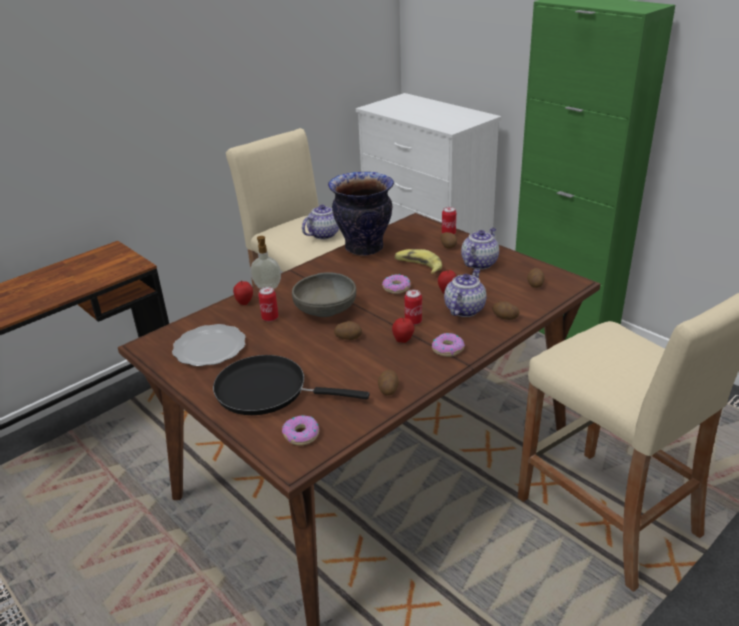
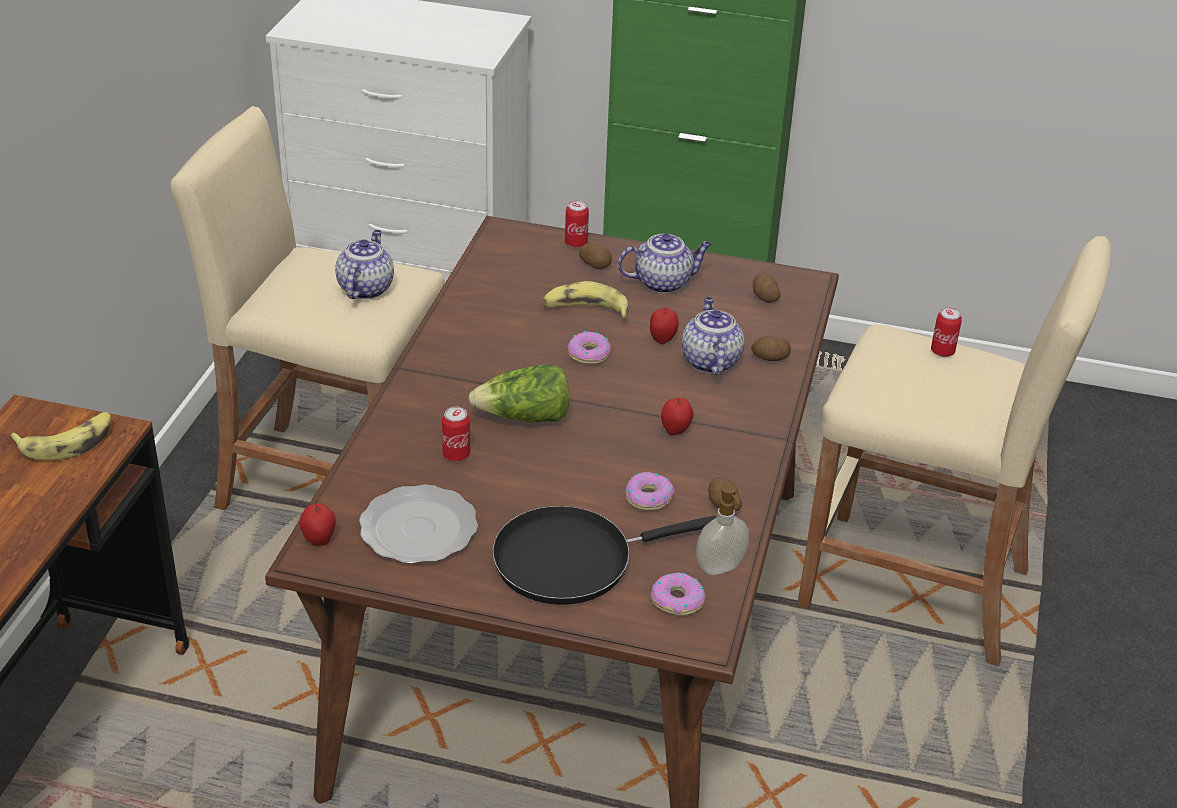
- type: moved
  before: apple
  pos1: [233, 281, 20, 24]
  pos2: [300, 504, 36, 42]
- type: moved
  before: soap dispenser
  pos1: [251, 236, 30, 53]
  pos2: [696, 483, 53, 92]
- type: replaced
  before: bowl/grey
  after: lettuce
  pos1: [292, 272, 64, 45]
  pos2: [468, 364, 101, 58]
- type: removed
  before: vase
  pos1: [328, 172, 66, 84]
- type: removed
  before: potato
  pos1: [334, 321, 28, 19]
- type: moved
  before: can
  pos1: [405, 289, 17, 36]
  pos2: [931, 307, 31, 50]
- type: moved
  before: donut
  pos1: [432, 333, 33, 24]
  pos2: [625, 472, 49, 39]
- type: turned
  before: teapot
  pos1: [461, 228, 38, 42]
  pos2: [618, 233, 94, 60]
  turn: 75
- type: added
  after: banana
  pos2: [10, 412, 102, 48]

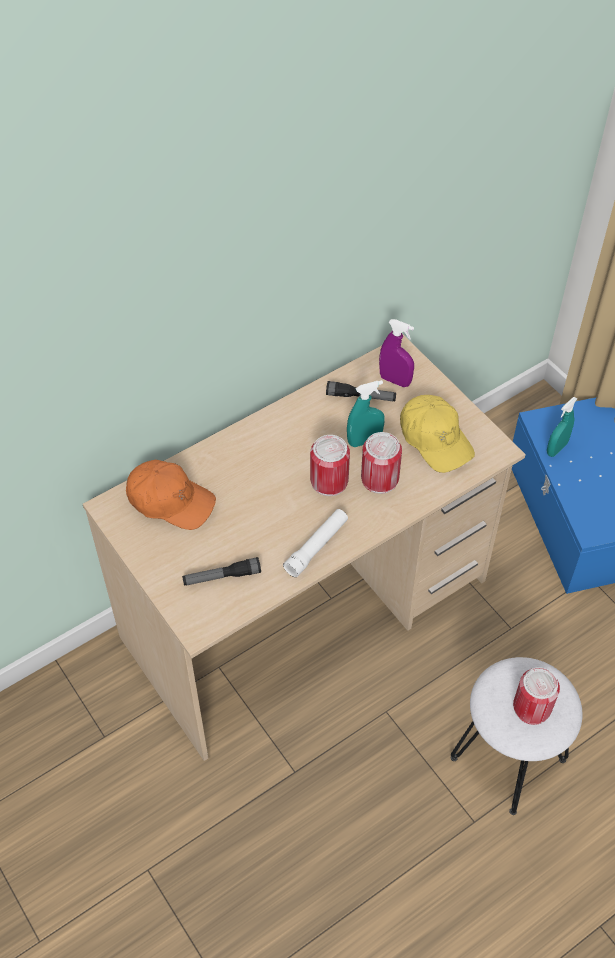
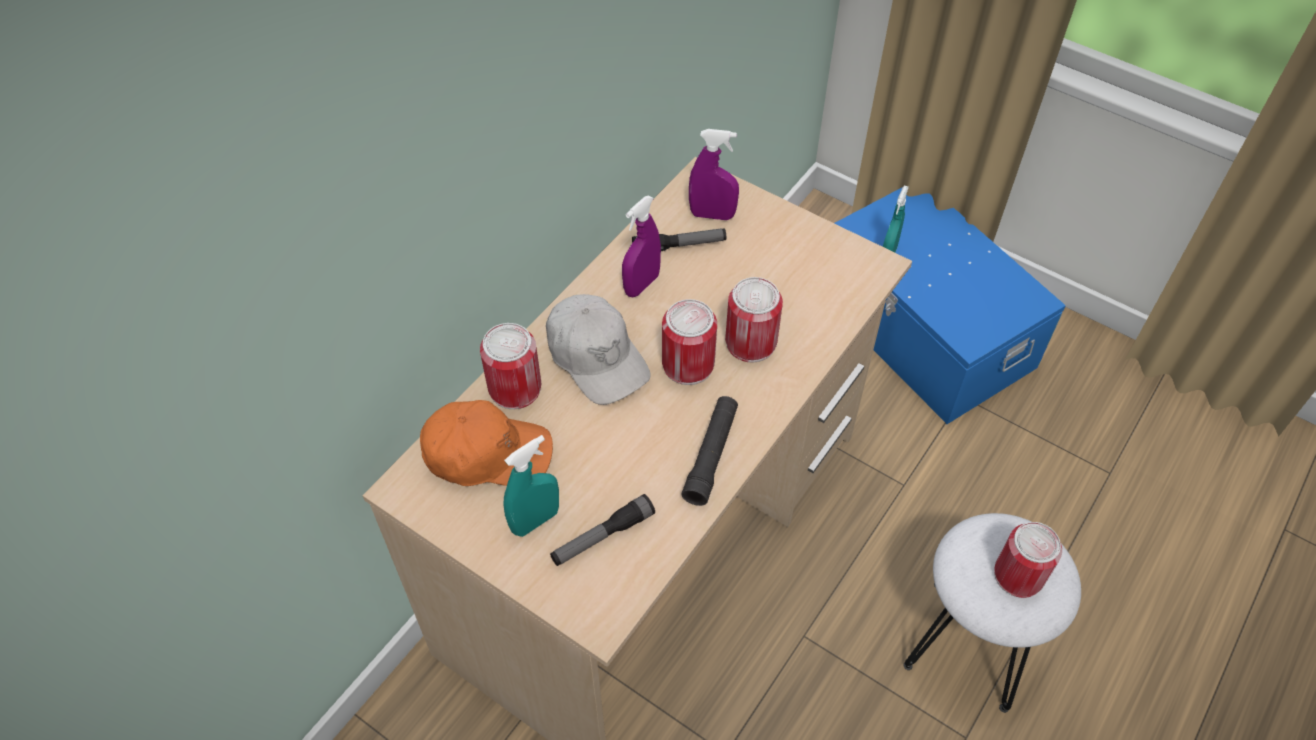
- type: recoloured
  before: flashlight/white
  after: flashlight/black
  pos1: [283, 509, 65, 68]
  pos2: [681, 396, 57, 110]
- type: moved
  before: spray bottle/turquoise
  pos1: [347, 380, 38, 67]
  pos2: [503, 435, 56, 102]
- type: removed
  before: cap/yellow
  pos1: [400, 395, 75, 78]
- type: added
  after: can
  pos2: [480, 323, 61, 86]
- type: added
  after: cap/white
  pos2: [546, 294, 105, 111]
- type: added
  after: spray bottle/purple
  pos2: [622, 195, 39, 102]

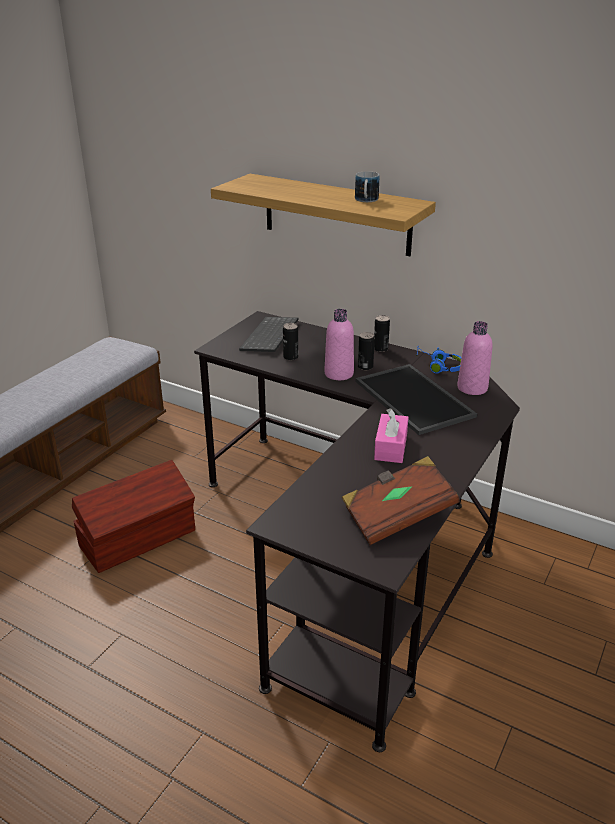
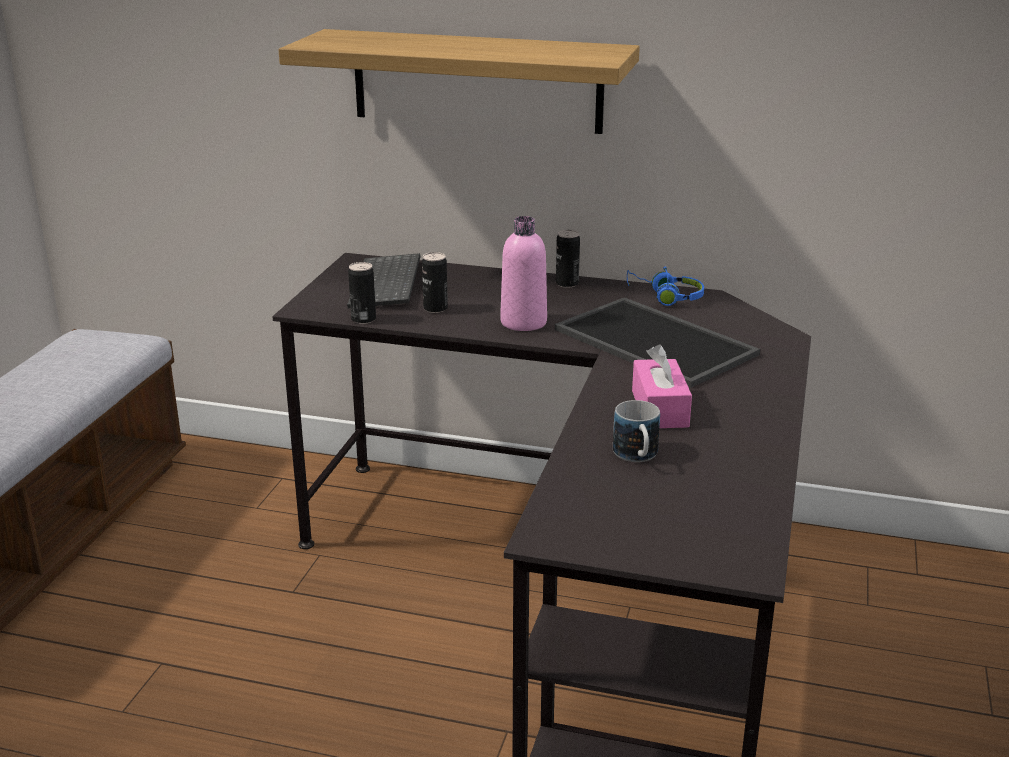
- type: removed
  before: storage box/brown
  pos1: [72, 460, 123, 113]
- type: removed
  before: book/brown
  pos1: [342, 456, 118, 89]
- type: moved
  before: mug
  pos1: [355, 171, 24, 31]
  pos2: [613, 400, 47, 62]
- type: moved
  before: can
  pos1: [358, 332, 17, 39]
  pos2: [348, 262, 28, 62]
- type: removed
  before: bottle/pink
  pos1: [457, 321, 36, 74]

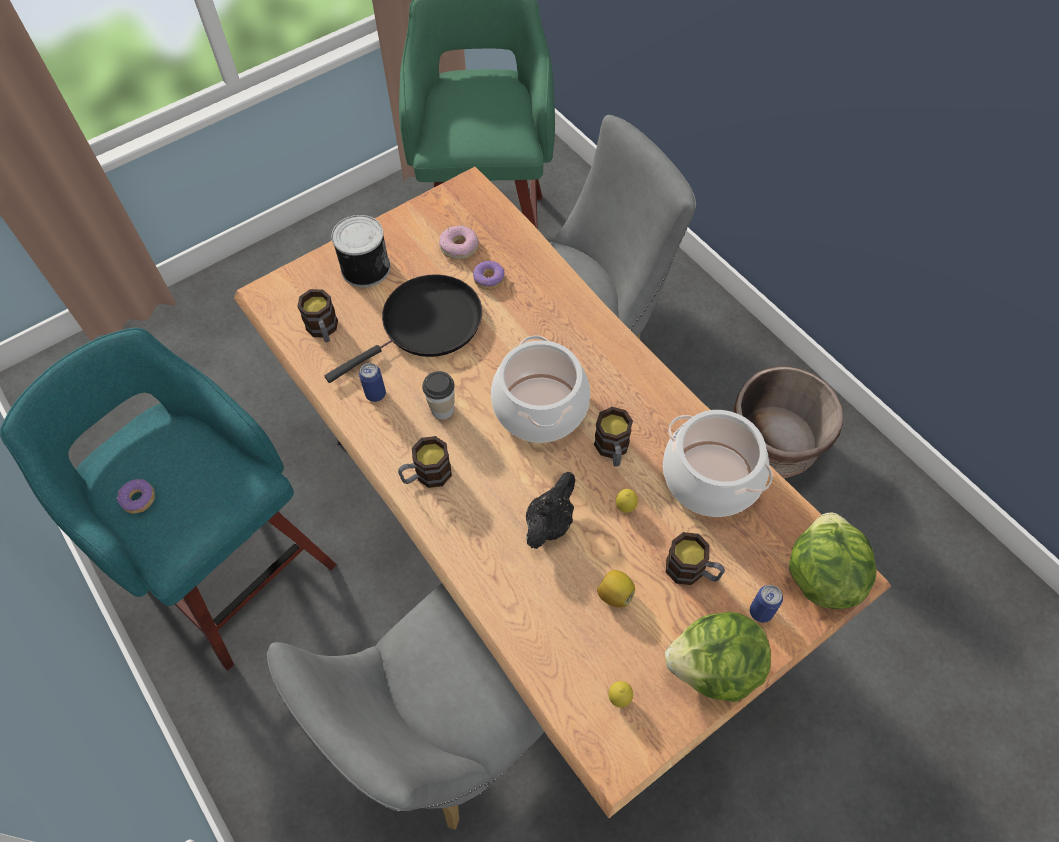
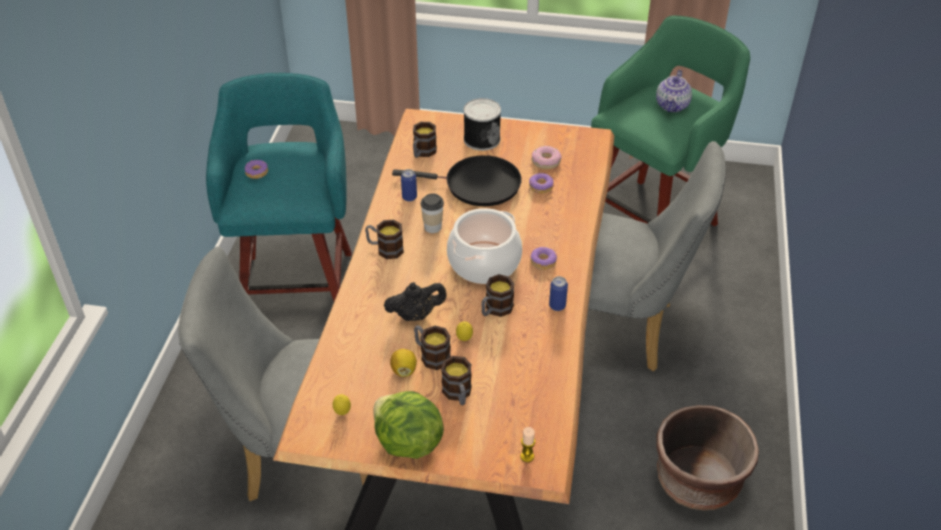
- type: removed
  before: cooking pot
  pos1: [663, 410, 110, 107]
- type: moved
  before: can
  pos1: [750, 585, 33, 38]
  pos2: [549, 276, 19, 35]
- type: replaced
  before: lettuce
  after: candle
  pos1: [789, 513, 88, 96]
  pos2: [520, 427, 16, 35]
- type: added
  after: mug
  pos2: [414, 325, 37, 45]
- type: added
  after: donut
  pos2: [530, 247, 27, 23]
- type: added
  after: teapot
  pos2: [656, 70, 36, 42]

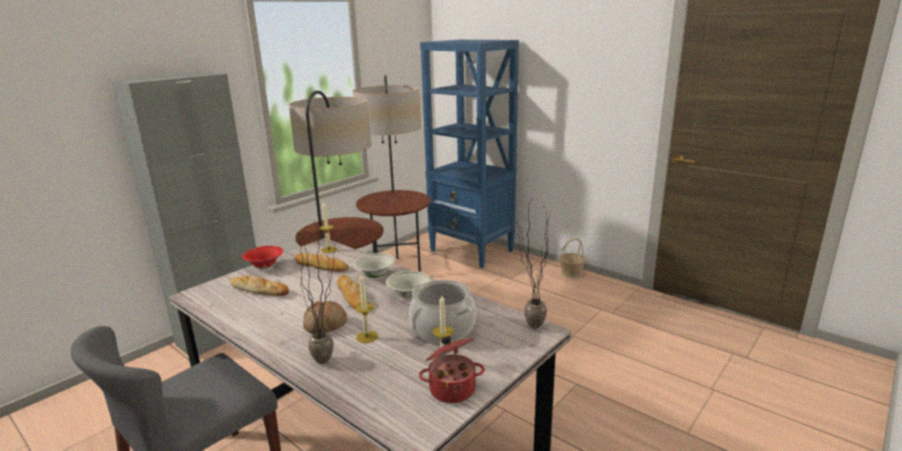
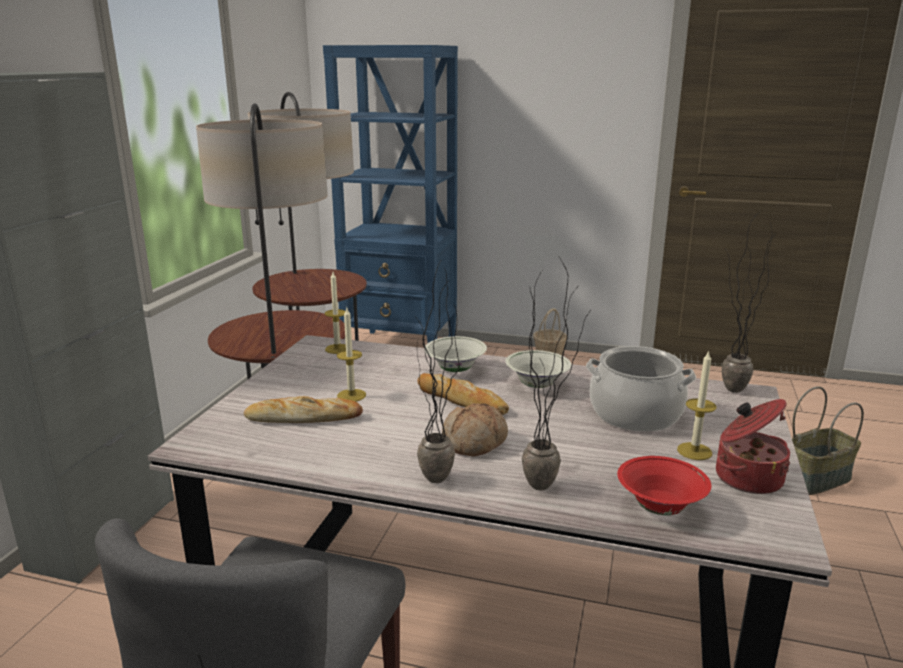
- type: moved
  before: bowl/red
  pos1: [242, 246, 41, 23]
  pos2: [617, 456, 95, 59]
- type: removed
  before: bread
  pos1: [295, 253, 54, 18]
- type: moved
  before: candle
  pos1: [355, 274, 23, 69]
  pos2: [337, 308, 29, 94]
- type: added
  after: potted plant
  pos2: [415, 259, 44, 224]
- type: added
  after: basket
  pos2: [792, 386, 72, 109]

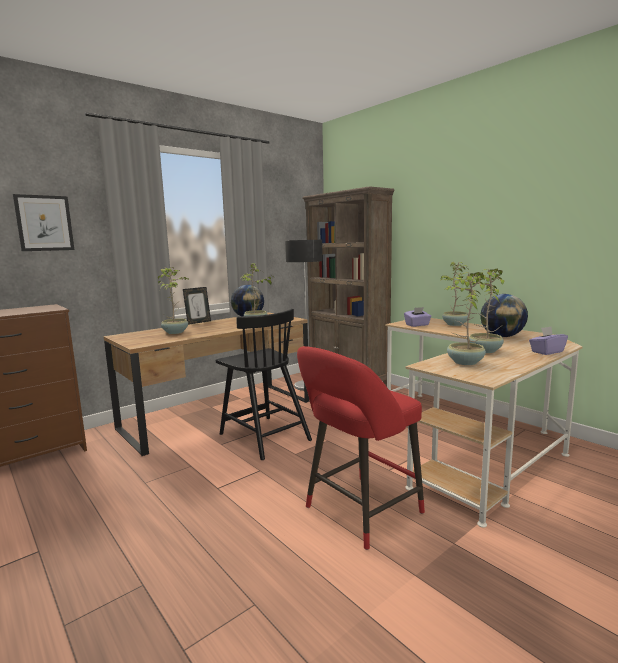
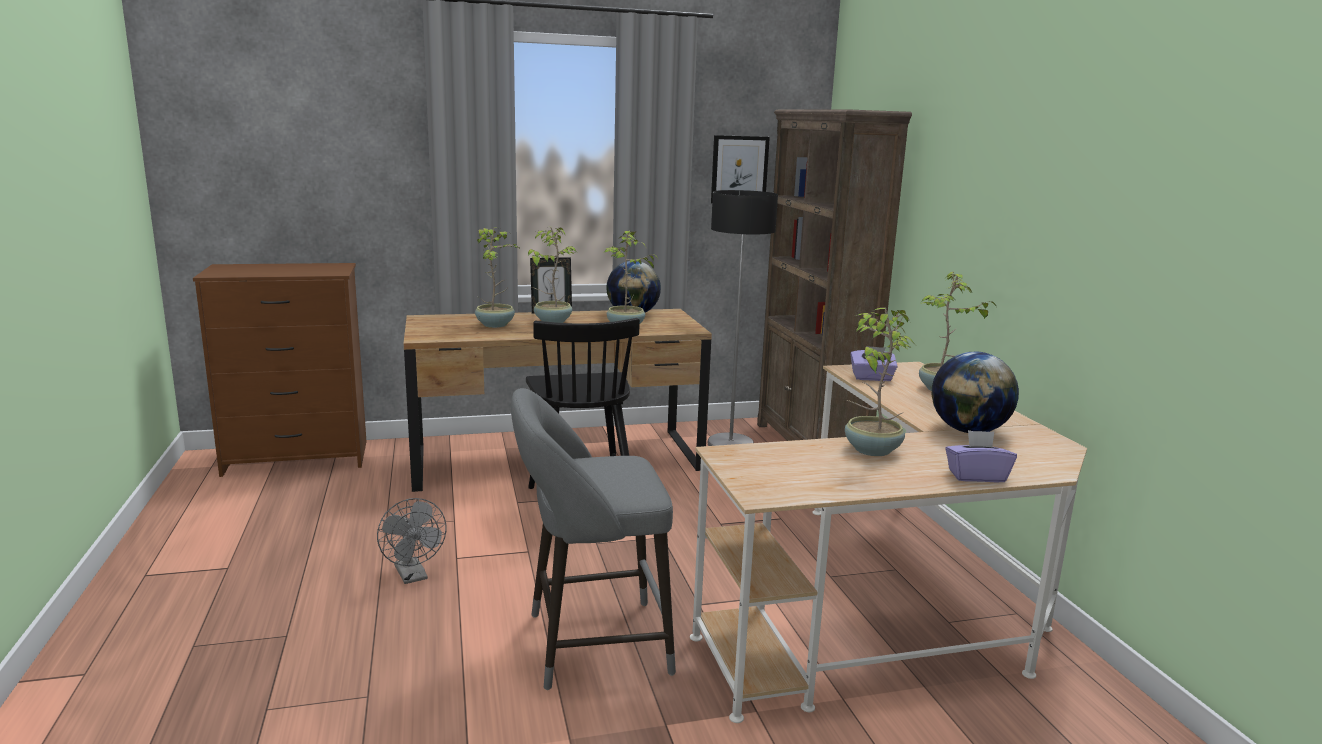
- type: moved
  before: picture
  pos1: [13, 194, 61, 57]
  pos2: [711, 135, 59, 68]
- type: recoloured
  before: stool/red
  after: stool/grey
  pos1: [297, 346, 128, 204]
  pos2: [511, 388, 165, 302]
- type: moved
  before: potted plant
  pos1: [444, 272, 42, 93]
  pos2: [528, 227, 48, 96]
- type: added
  after: fan/grey
  pos2: [377, 498, 70, 86]

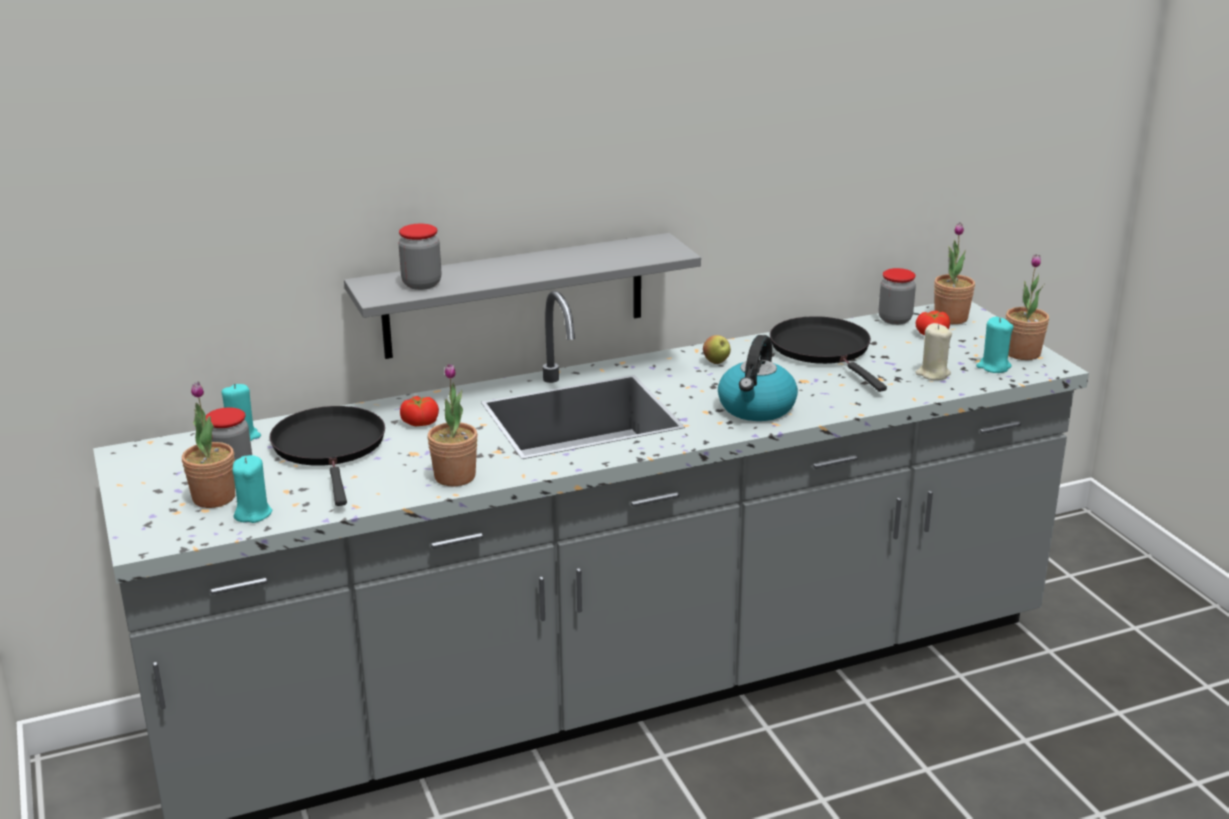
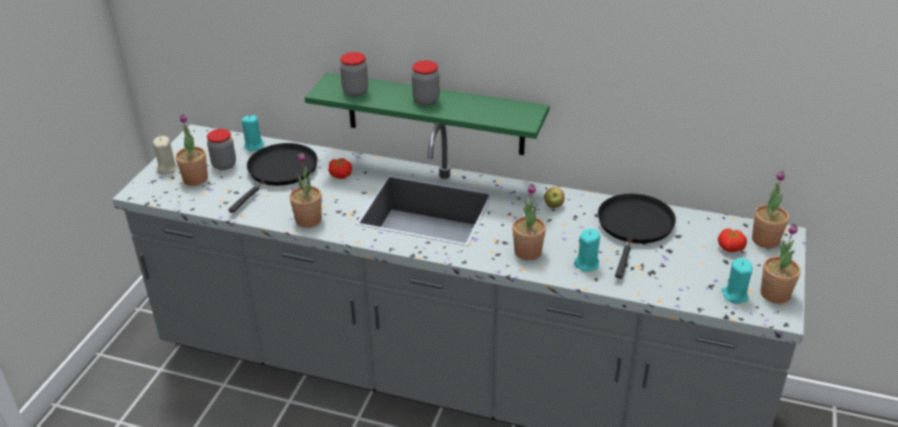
- type: moved
  before: candle/turquoise
  pos1: [233, 455, 39, 68]
  pos2: [574, 228, 26, 44]
- type: recoloured
  before: shelf/grey
  after: shelf/green
  pos1: [344, 233, 357, 126]
  pos2: [305, 73, 244, 82]
- type: replaced
  before: kettle
  after: potted plant
  pos1: [718, 335, 80, 86]
  pos2: [512, 183, 34, 77]
- type: moved
  before: jar
  pos1: [879, 268, 37, 57]
  pos2: [412, 60, 28, 45]
- type: moved
  before: candle/beige
  pos1: [915, 323, 37, 57]
  pos2: [153, 136, 25, 38]

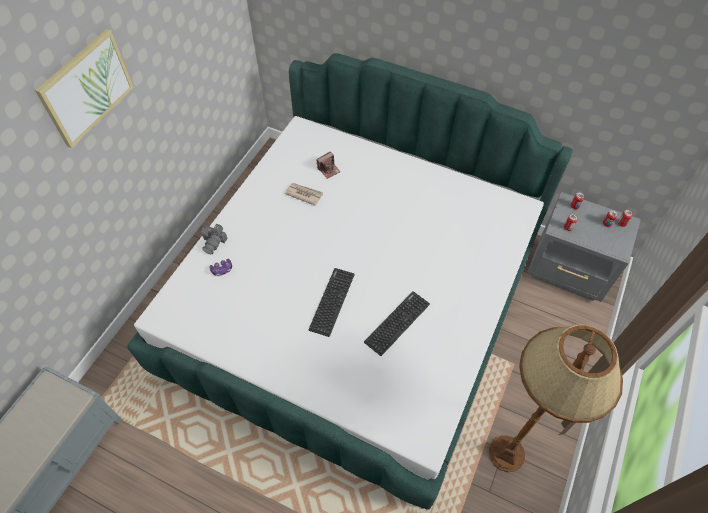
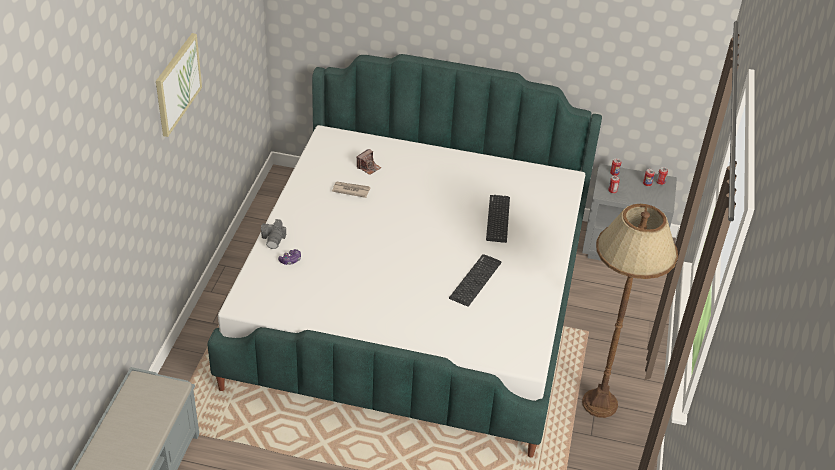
- type: moved
  before: keyboard
  pos1: [308, 268, 47, 69]
  pos2: [486, 195, 24, 48]

